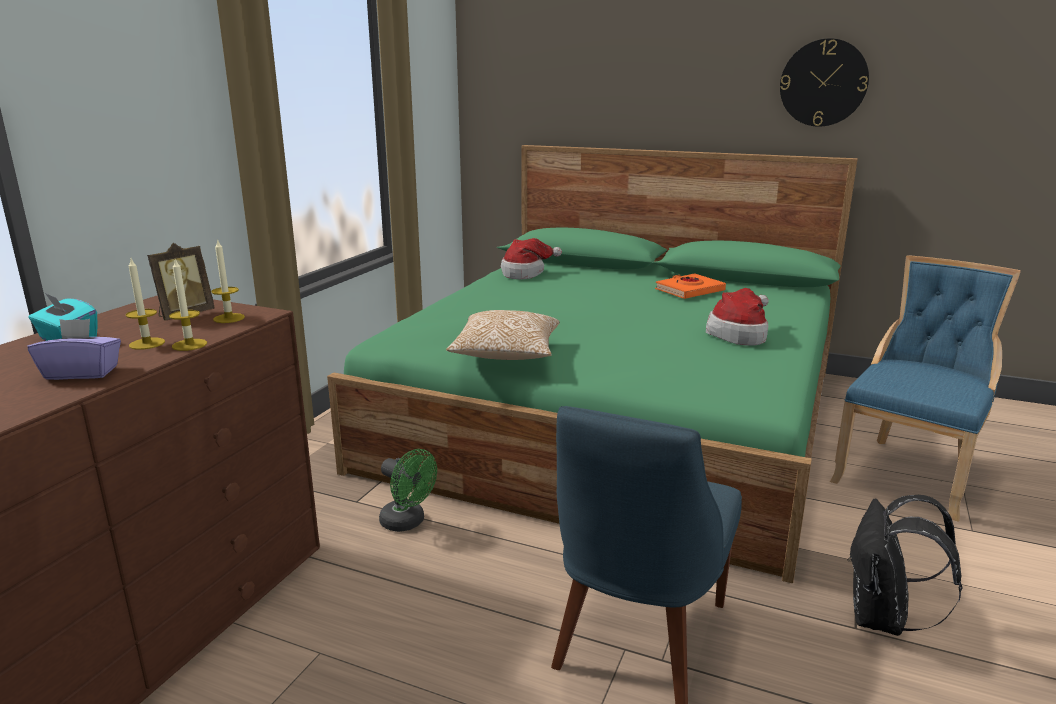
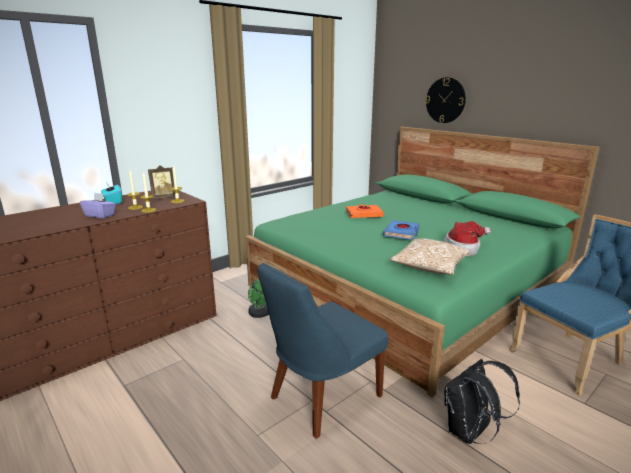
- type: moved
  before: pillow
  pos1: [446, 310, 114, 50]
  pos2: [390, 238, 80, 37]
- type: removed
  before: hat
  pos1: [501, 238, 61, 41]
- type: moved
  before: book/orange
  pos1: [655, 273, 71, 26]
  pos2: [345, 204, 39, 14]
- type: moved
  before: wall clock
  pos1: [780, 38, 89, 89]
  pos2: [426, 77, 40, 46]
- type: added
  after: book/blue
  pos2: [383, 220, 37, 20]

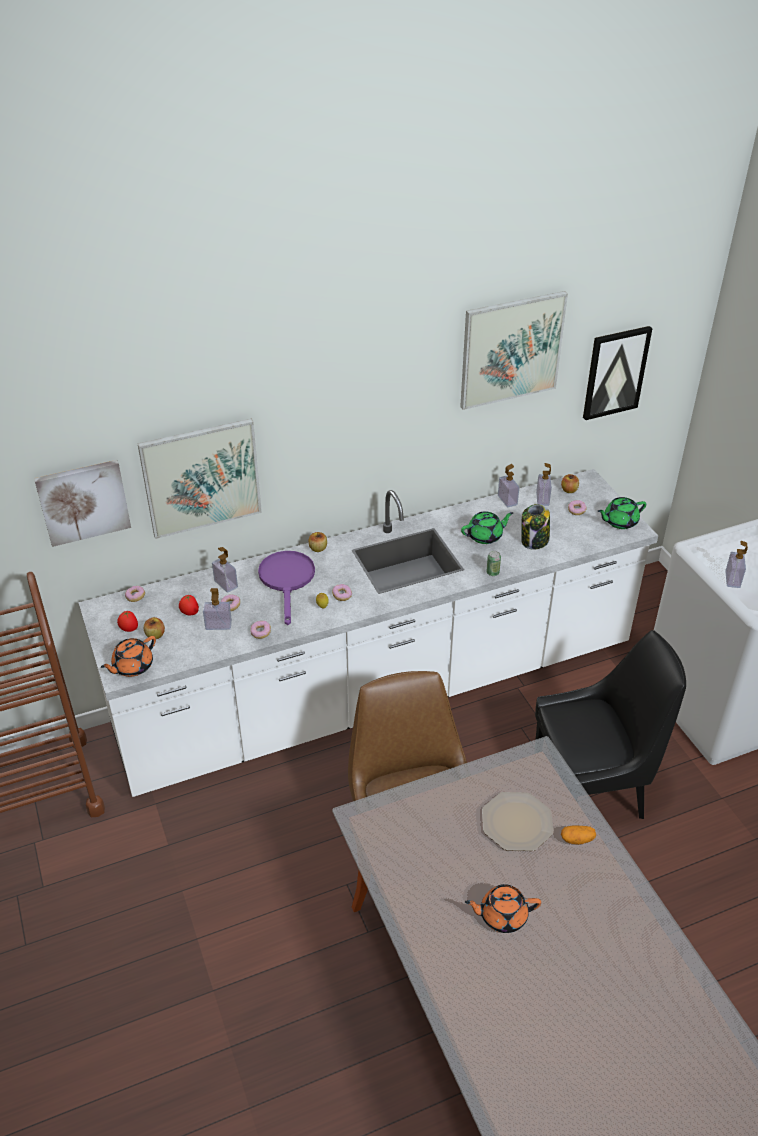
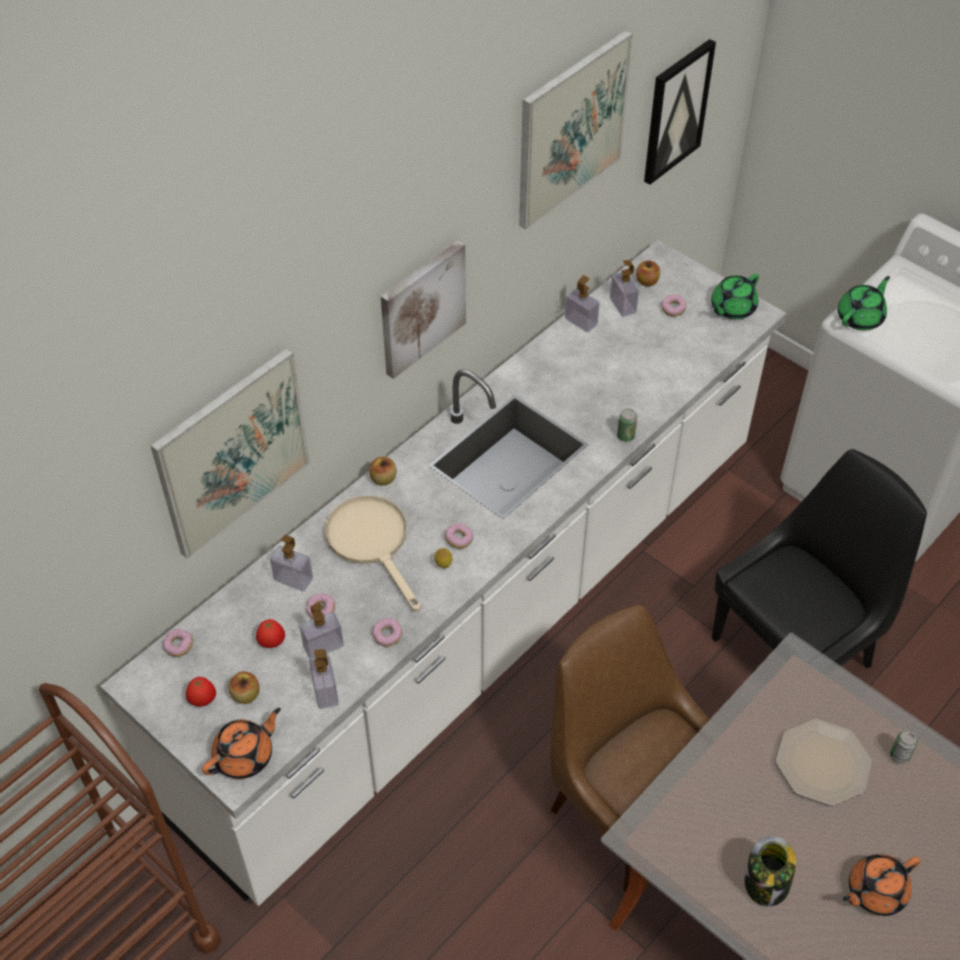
- type: moved
  before: picture
  pos1: [34, 460, 97, 87]
  pos2: [381, 241, 85, 138]
- type: turned
  before: teapot/orange
  pos1: [101, 636, 55, 41]
  pos2: [202, 708, 79, 71]
  turn: -150
- type: recoloured
  before: frying pan/purple
  after: frying pan/beige
  pos1: [258, 551, 57, 74]
  pos2: [325, 495, 96, 117]
- type: moved
  before: teapot/green
  pos1: [461, 511, 52, 33]
  pos2: [838, 276, 52, 54]
- type: moved
  before: jar
  pos1: [521, 504, 29, 46]
  pos2: [745, 836, 51, 71]
- type: replaced
  before: potato
  after: can
  pos1: [561, 825, 35, 20]
  pos2: [890, 730, 28, 34]
- type: moved
  before: soap dispenser
  pos1: [725, 541, 23, 47]
  pos2: [309, 649, 29, 60]

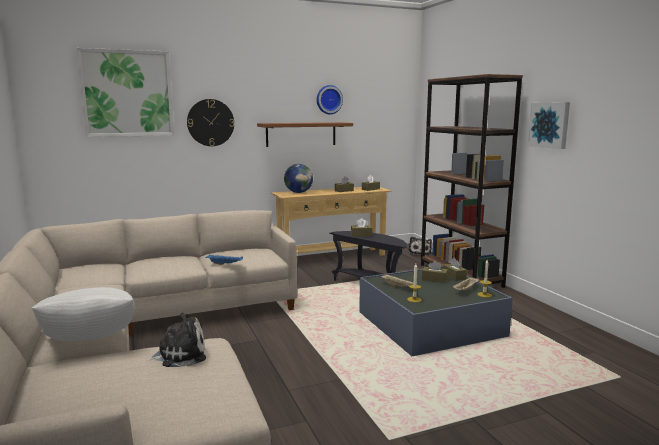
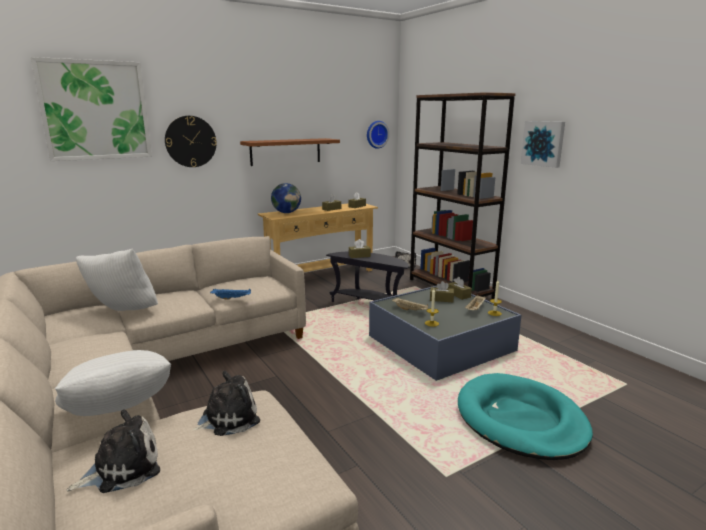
- type: moved
  before: wall clock
  pos1: [317, 85, 26, 29]
  pos2: [367, 121, 23, 28]
- type: added
  after: plush toy
  pos2: [66, 409, 94, 84]
- type: added
  after: pillow/white
  pos2: [76, 249, 82, 62]
- type: added
  after: dog bed/turquoise
  pos2: [458, 373, 135, 87]

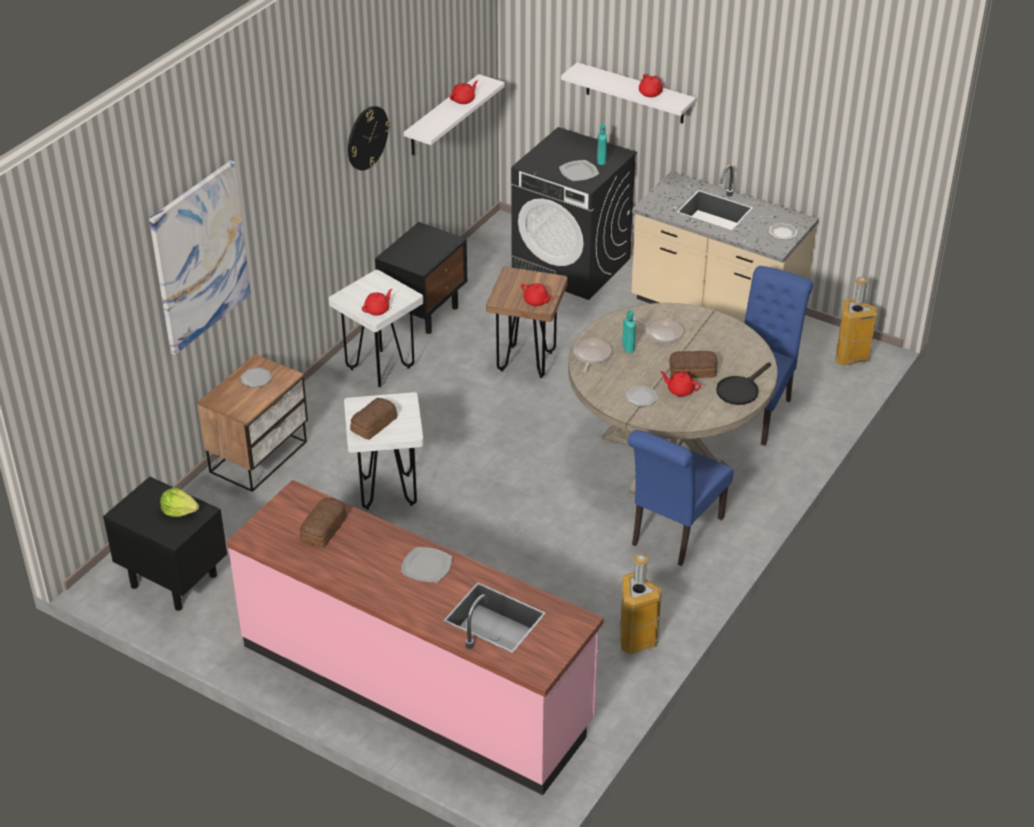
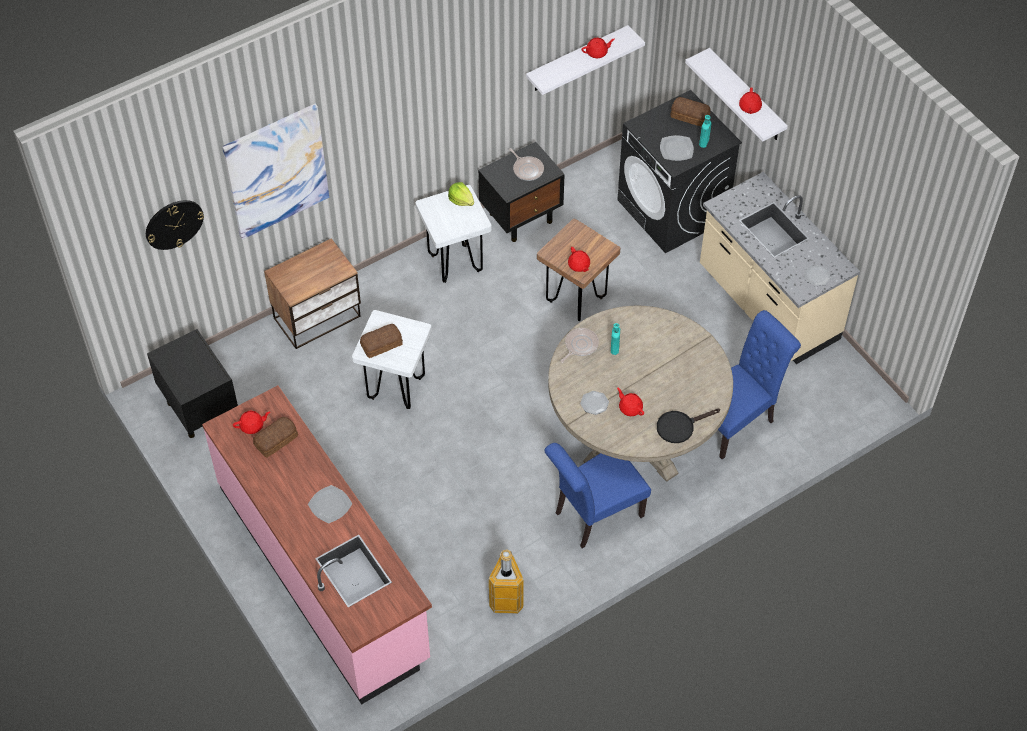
- type: moved
  before: lettuce
  pos1: [160, 487, 39, 30]
  pos2: [448, 182, 26, 24]
- type: removed
  before: plate
  pos1: [240, 368, 32, 20]
- type: moved
  before: wall clock
  pos1: [348, 106, 42, 65]
  pos2: [146, 200, 58, 50]
- type: moved
  before: teapot/red
  pos1: [362, 289, 30, 27]
  pos2: [233, 411, 37, 23]
- type: moved
  before: frying pan
  pos1: [633, 318, 51, 25]
  pos2: [509, 148, 35, 33]
- type: moved
  before: bread
  pos1: [669, 351, 49, 27]
  pos2: [670, 97, 40, 30]
- type: removed
  before: trash can
  pos1: [835, 277, 42, 89]

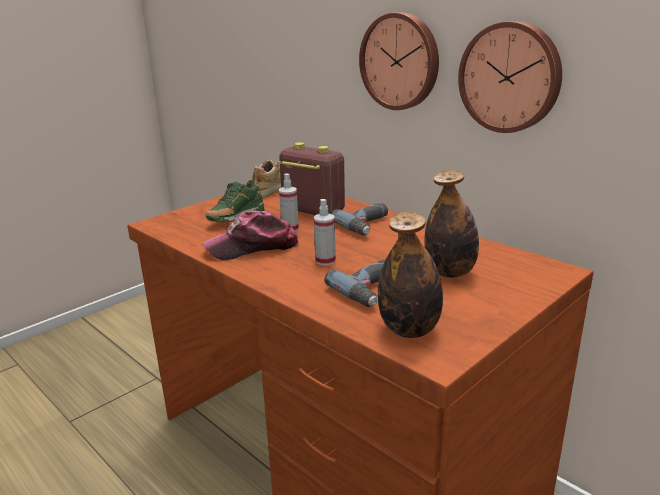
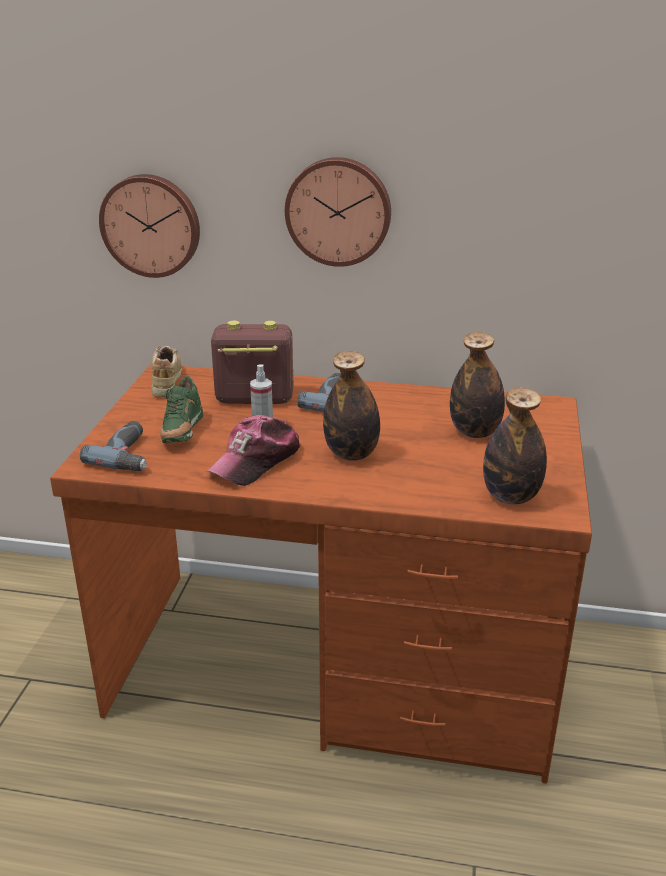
- type: replaced
  before: spray bottle
  after: bottle
  pos1: [314, 199, 22, 67]
  pos2: [323, 351, 57, 110]
- type: moved
  before: power drill
  pos1: [324, 260, 61, 47]
  pos2: [80, 421, 67, 50]
- type: moved
  before: wall clock
  pos1: [458, 21, 104, 112]
  pos2: [99, 174, 101, 104]

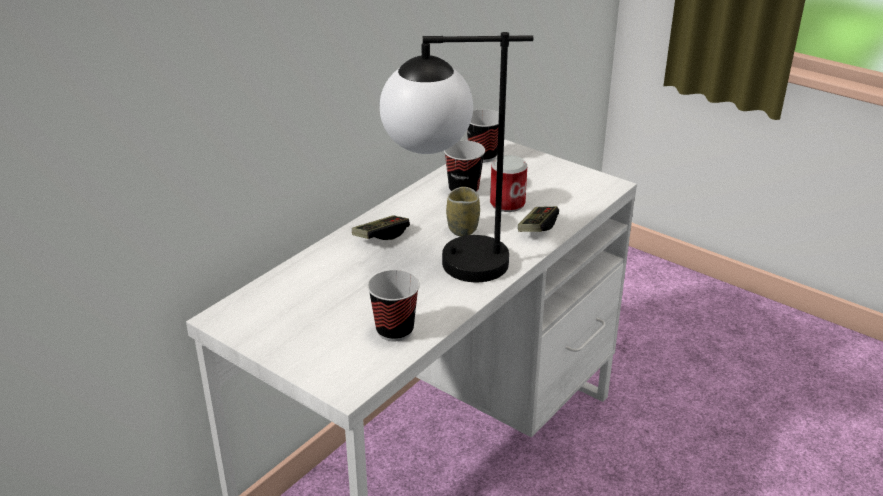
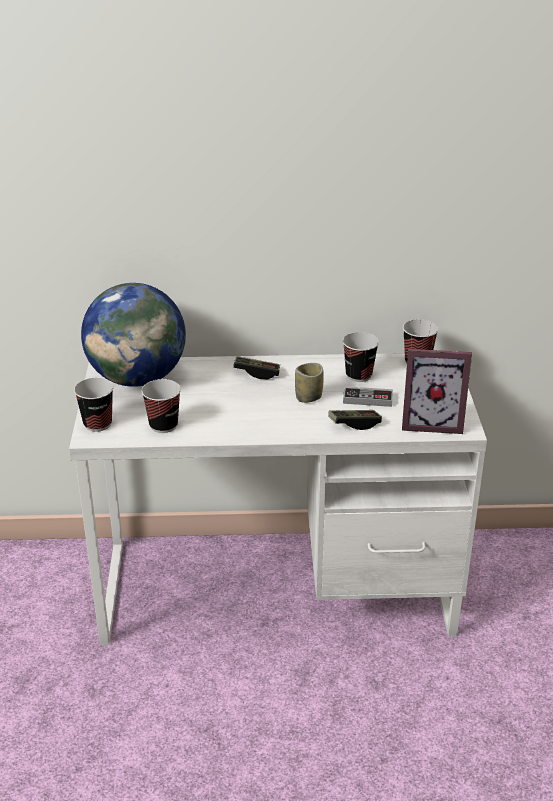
- type: removed
  before: table lamp
  pos1: [379, 32, 154, 250]
- type: replaced
  before: can
  after: game controller
  pos1: [490, 155, 37, 57]
  pos2: [343, 386, 50, 21]
- type: added
  after: cup
  pos2: [74, 378, 40, 54]
- type: added
  after: globe
  pos2: [81, 283, 105, 104]
- type: added
  after: picture frame
  pos2: [402, 349, 70, 85]

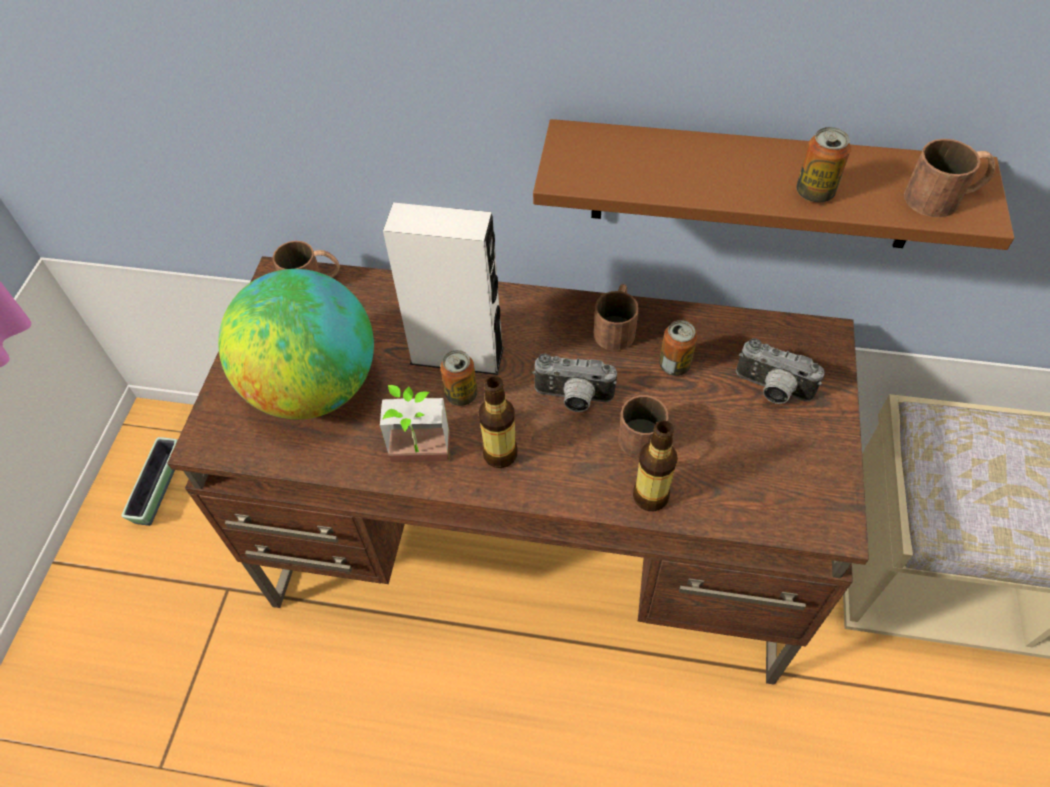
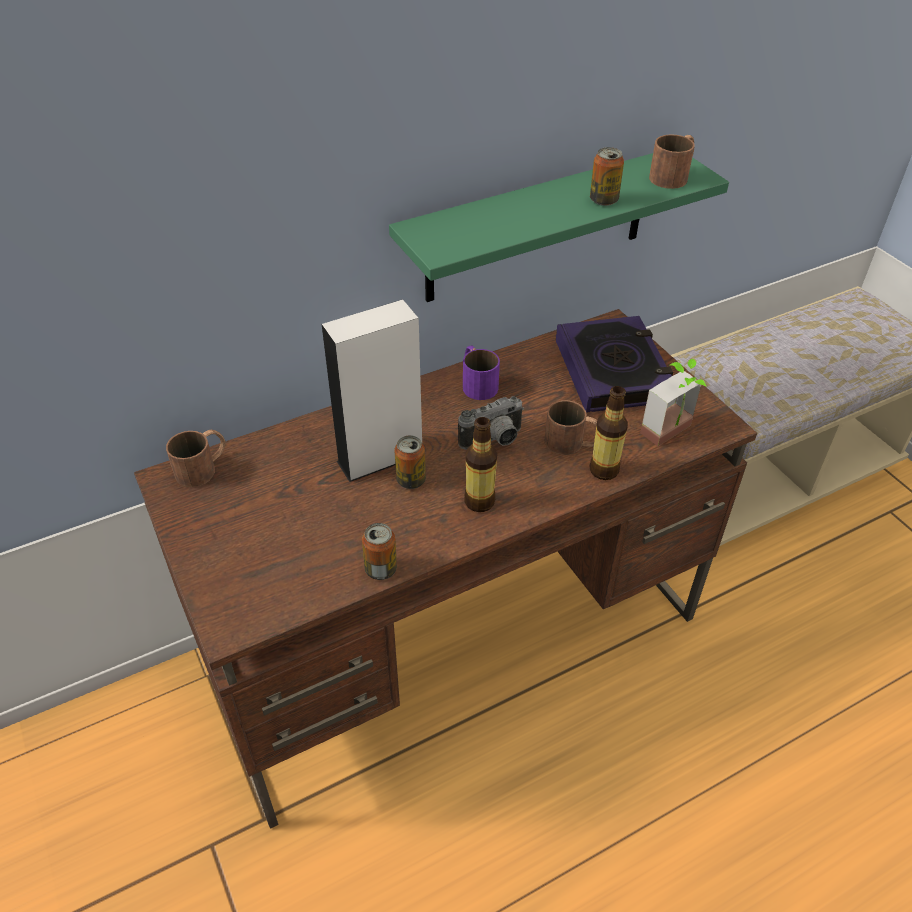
- type: removed
  before: planter
  pos1: [121, 437, 57, 89]
- type: removed
  before: globe
  pos1: [218, 269, 156, 150]
- type: moved
  before: potted plant
  pos1: [380, 385, 70, 78]
  pos2: [640, 359, 66, 87]
- type: recoloured
  before: shelf/brown
  after: shelf/green
  pos1: [533, 119, 481, 131]
  pos2: [389, 153, 340, 149]
- type: recoloured
  before: mug/brown
  after: mug/purple
  pos1: [594, 284, 45, 67]
  pos2: [463, 346, 37, 54]
- type: moved
  before: can
  pos1: [659, 320, 38, 56]
  pos2: [362, 523, 35, 57]
- type: replaced
  before: photo camera
  after: book
  pos1: [736, 338, 89, 66]
  pos2: [556, 316, 117, 97]

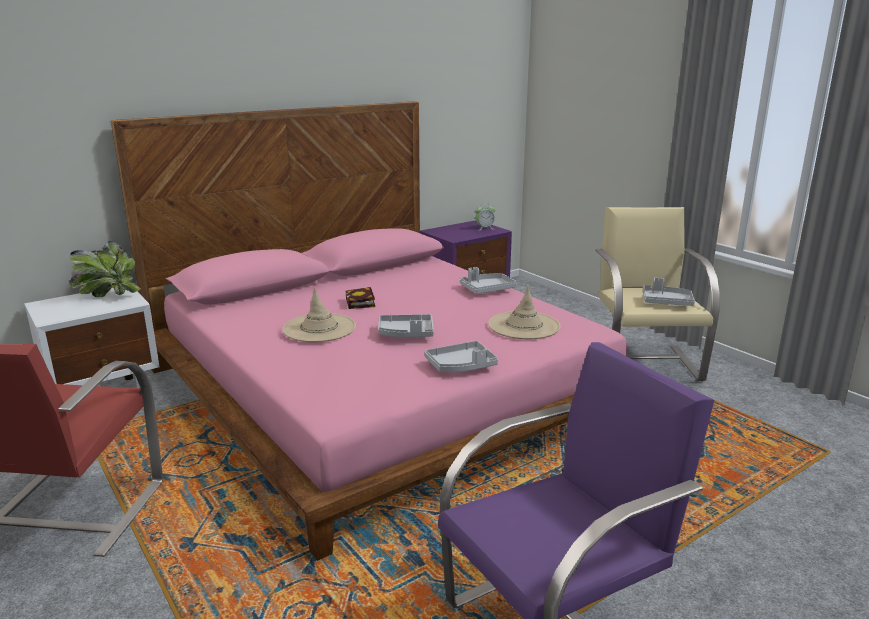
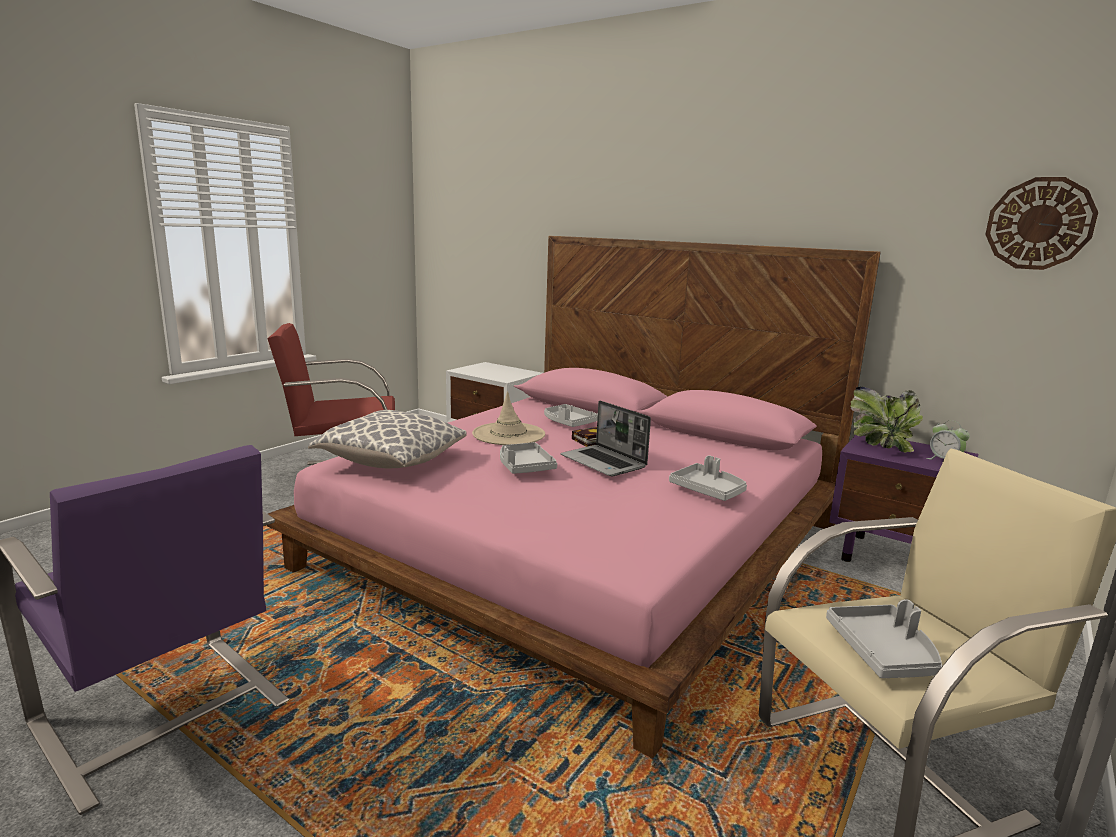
- type: moved
  before: potted plant
  pos1: [69, 241, 72, 56]
  pos2: [850, 386, 73, 67]
- type: moved
  before: tray/grey
  pos1: [425, 341, 73, 31]
  pos2: [544, 404, 54, 23]
- type: removed
  before: hat/beige
  pos1: [488, 286, 72, 53]
- type: added
  after: pillow
  pos2: [308, 410, 159, 58]
- type: added
  after: laptop
  pos2: [560, 401, 91, 75]
- type: added
  after: wall clock
  pos2: [985, 177, 113, 93]

